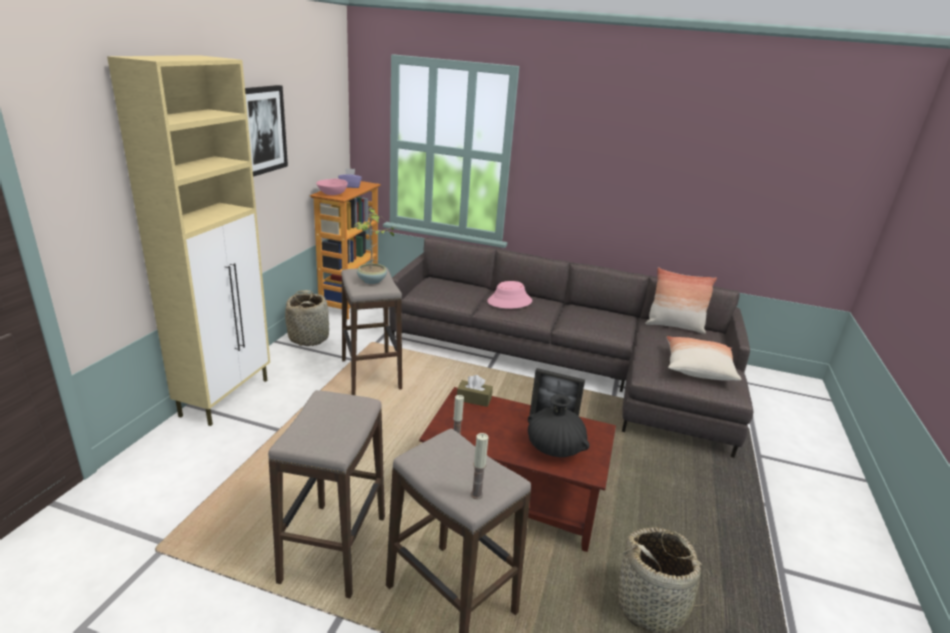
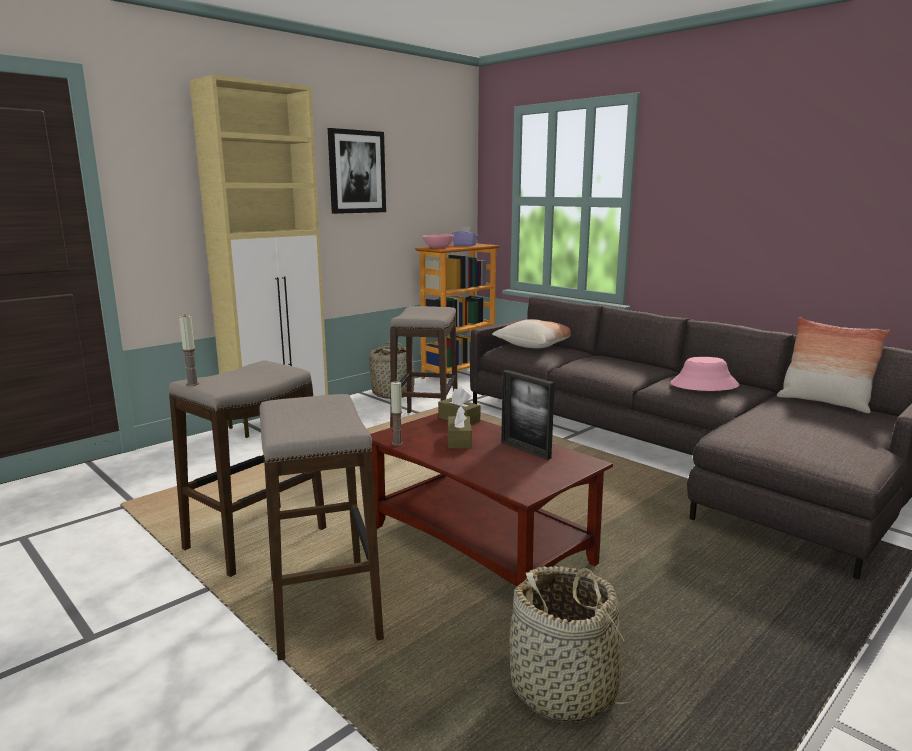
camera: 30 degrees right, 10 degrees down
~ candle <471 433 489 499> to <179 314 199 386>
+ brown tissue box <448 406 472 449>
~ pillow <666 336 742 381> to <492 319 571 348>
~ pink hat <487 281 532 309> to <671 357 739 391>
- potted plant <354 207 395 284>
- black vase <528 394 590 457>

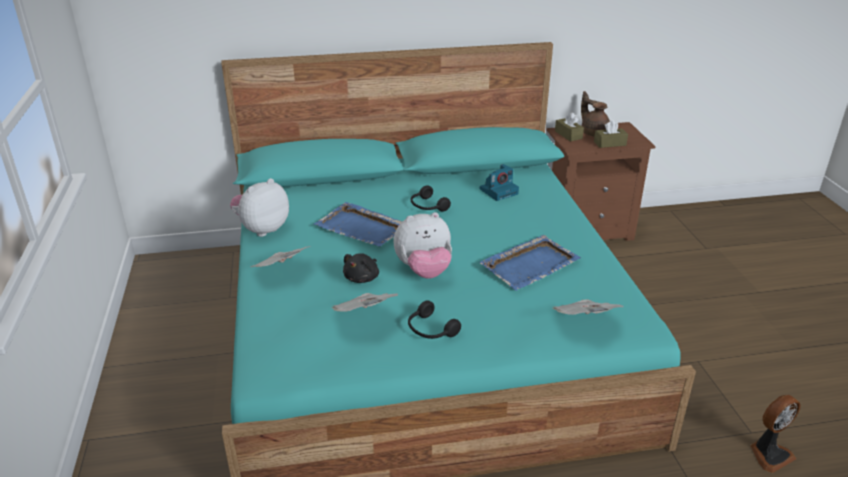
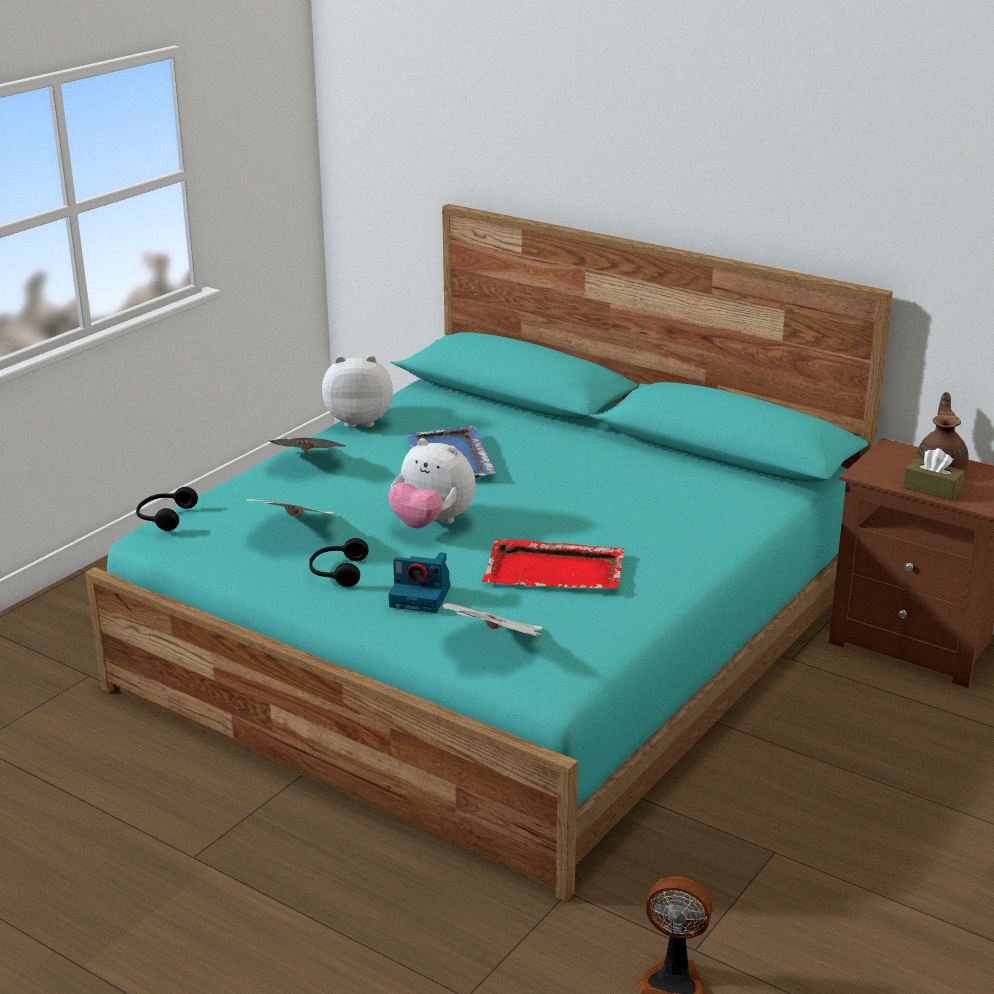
camera: 45 degrees right, 5 degrees down
~ black headphones <411 185 451 212> to <136 487 198 531>
~ photo camera <480 164 519 201> to <389 553 451 613>
~ blue tray <479 235 581 291> to red tray <482 539 624 588>
- black plush toy <343 253 379 283>
- brown tissue box <555 112 584 141>

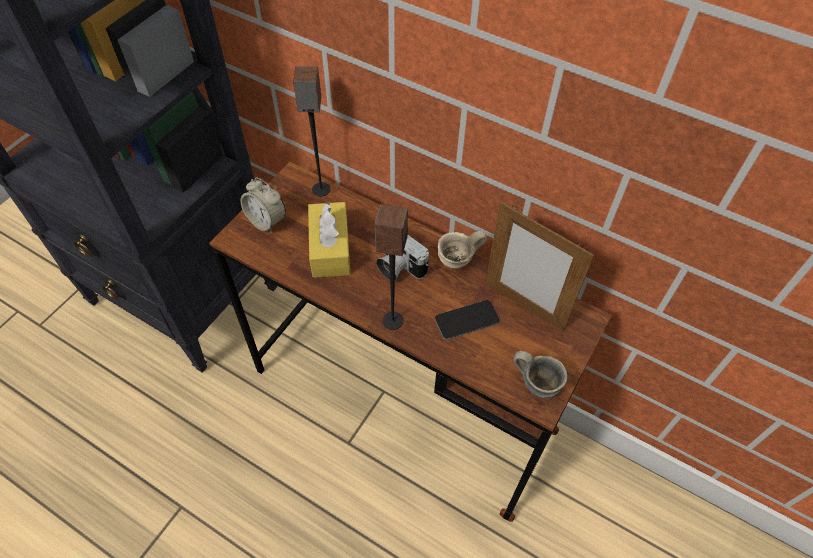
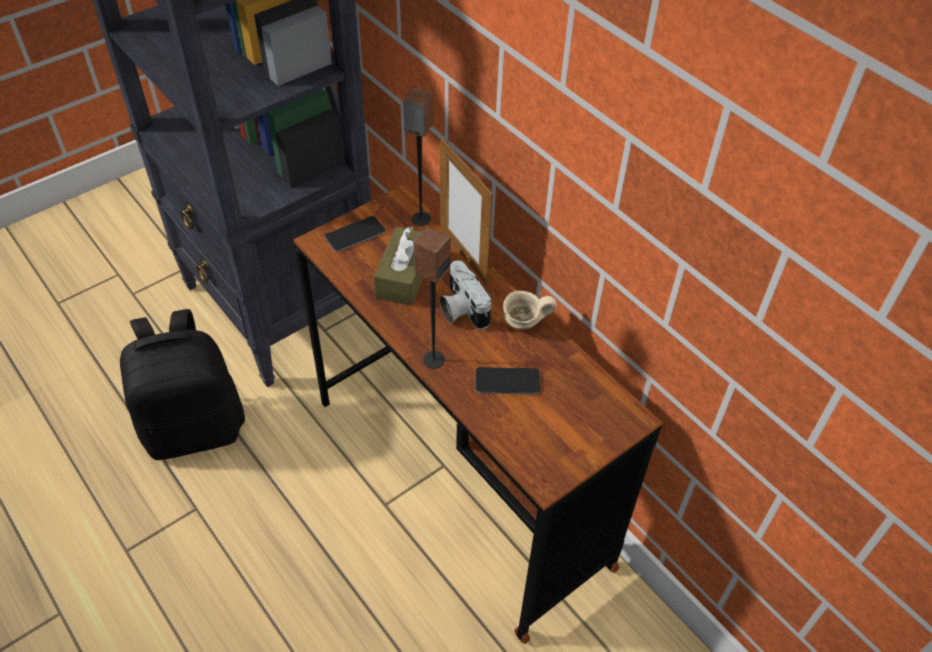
camera: 20 degrees right, 5 degrees down
+ black backpack <120 309 245 460>
~ alarm clock <240 177 286 233> to phone <325 216 385 252>
~ yellow tissue box <308 202 350 278> to brown tissue box <373 227 424 306>
~ picture frame <485 202 594 331> to <440 137 493 285>
- grey mug <514 351 567 398>

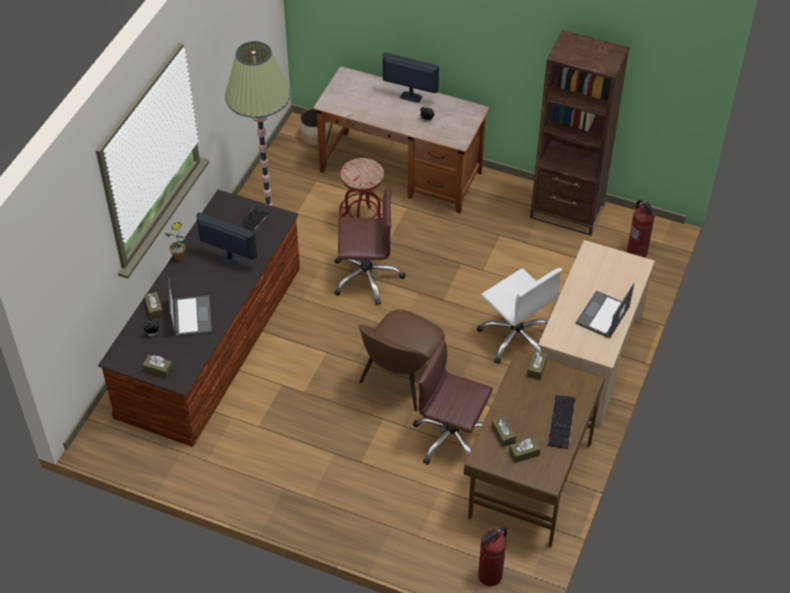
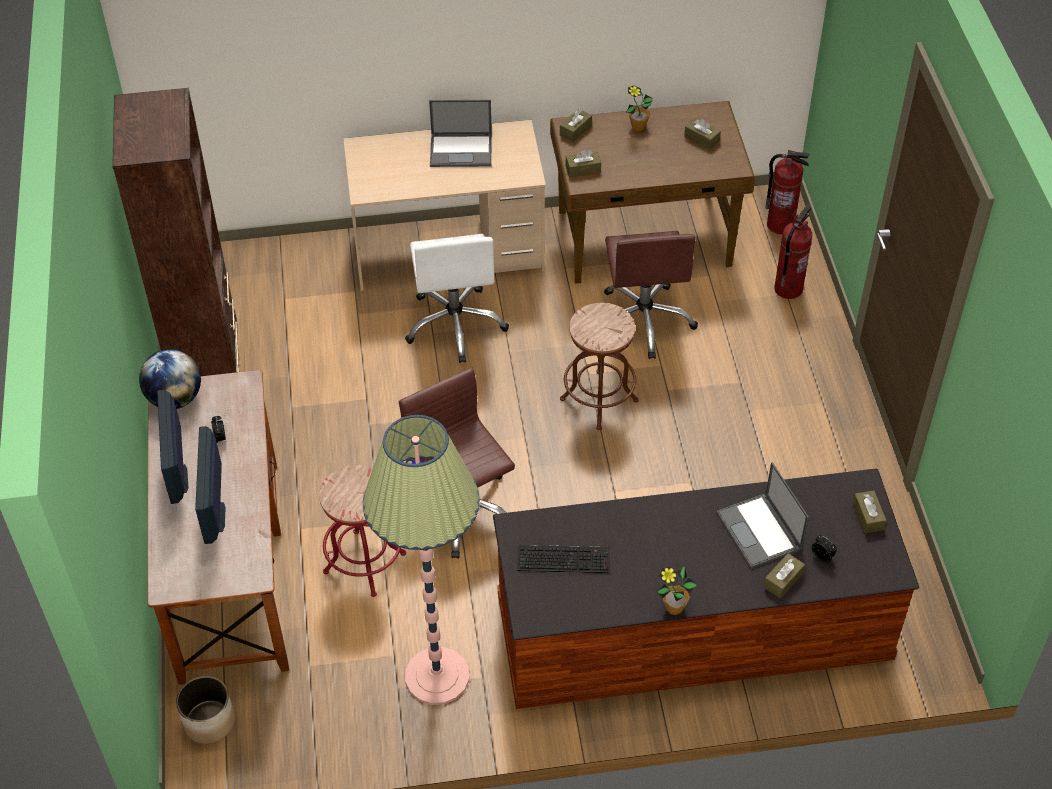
camera: 120 degrees left, 0 degrees up
+ globe <139 349 201 409>
~ monitor <196 212 257 267> to <195 426 226 544>
~ white office chair <477 268 562 364> = <405 234 509 363> 150 degrees clockwise
~ brown tissue box <492 416 516 447> to <560 109 592 142>
~ brown chair <359 310 446 411> to brown stool <560 303 639 430>
~ keyboard <548 395 576 449> to potted plant <626 85 653 131>
~ laptop <168 278 212 337> = <716 462 809 568> 75 degrees counterclockwise
~ fire extinguisher <627 200 655 258> to <774 204 812 299>

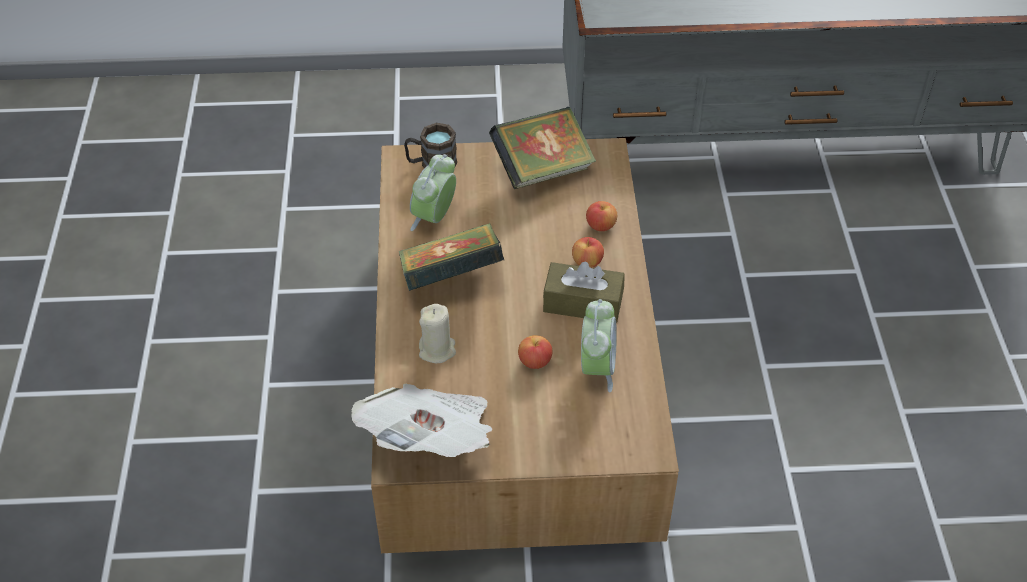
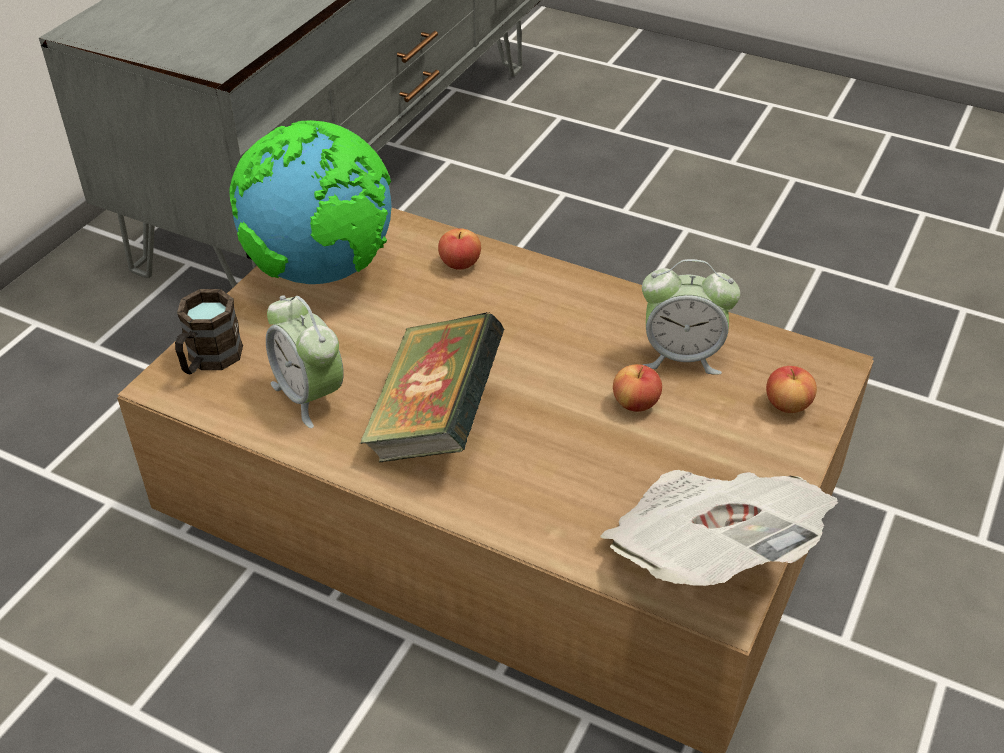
camera: 60 degrees left, 5 degrees down
~ book <489 107 596 189> to globe <229 120 392 284>
~ alarm clock <581 299 617 392> = <642 259 740 375> 150 degrees clockwise
~ apple <572 237 604 268> to <766 366 817 413>
- beige candle <419 304 456 363>
- brown tissue box <543 262 625 323>

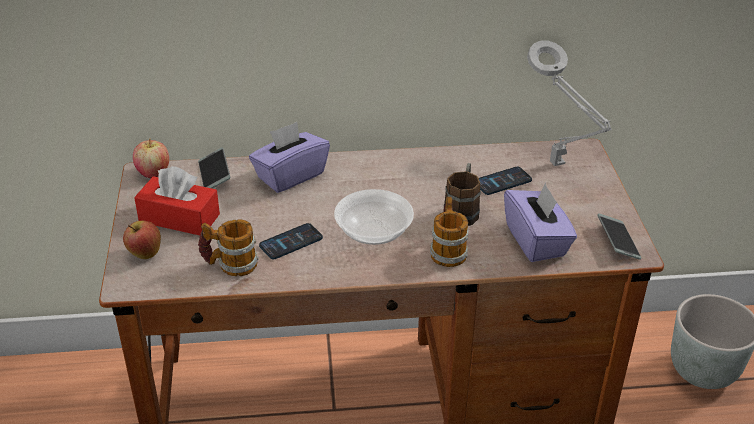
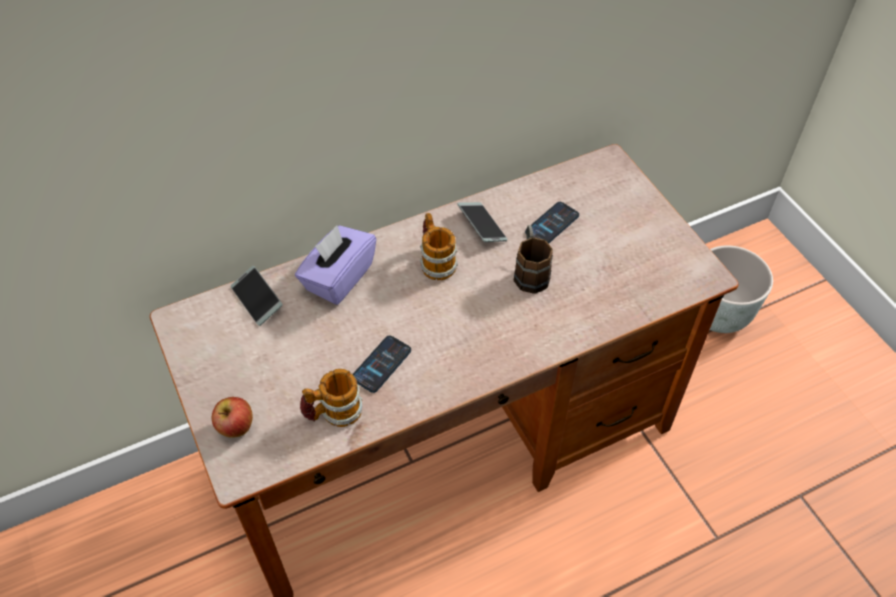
camera: 20 degrees left, 15 degrees up
~ mug <430 197 469 267> to <420 213 458 280>
~ phone <597 213 641 260> to <457 202 507 242>
- apple <133 138 169 178>
- red tissue box <134 166 220 235>
- bowl <334 189 414 245>
- purple tissue box <504 183 577 262>
- grey table lamp <527 41 612 166>

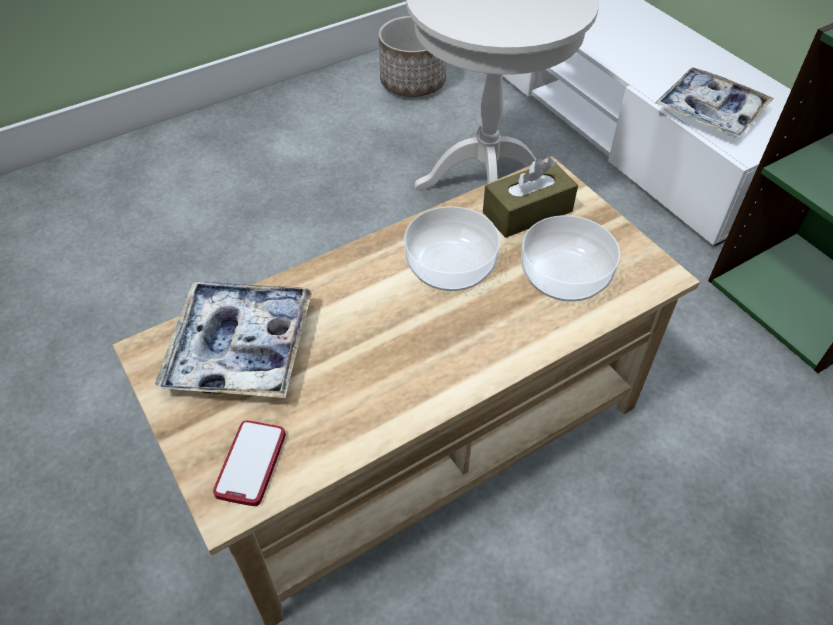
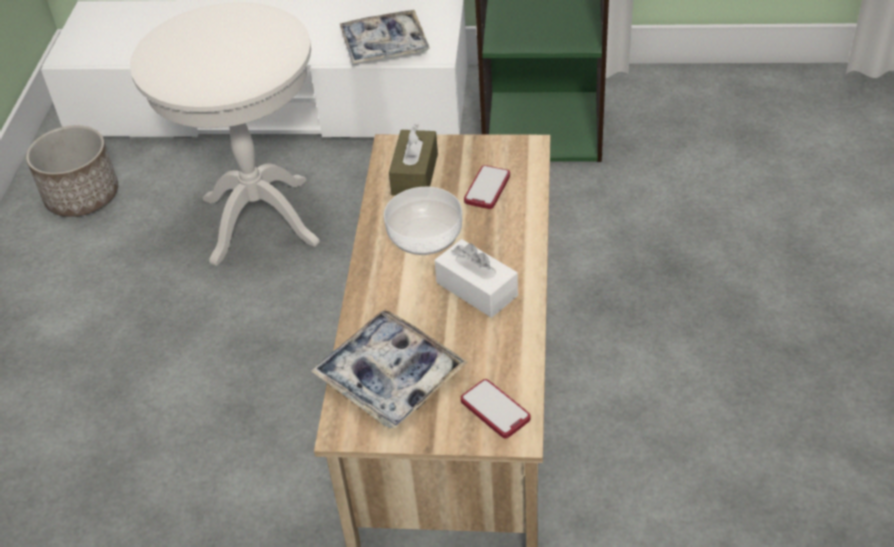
camera: 50 degrees left, 5 degrees down
+ white tissue box <435 239 518 318>
~ bowl <521 215 620 302> to phone <464 165 510 209>

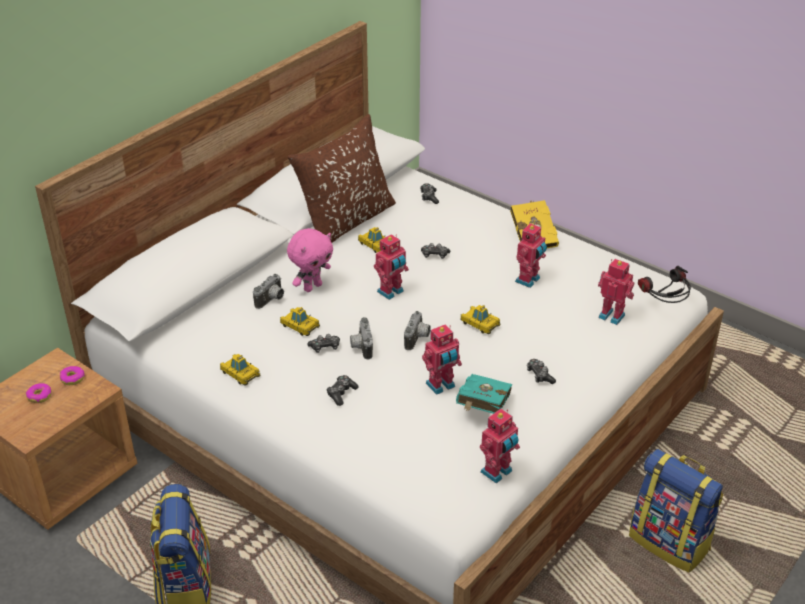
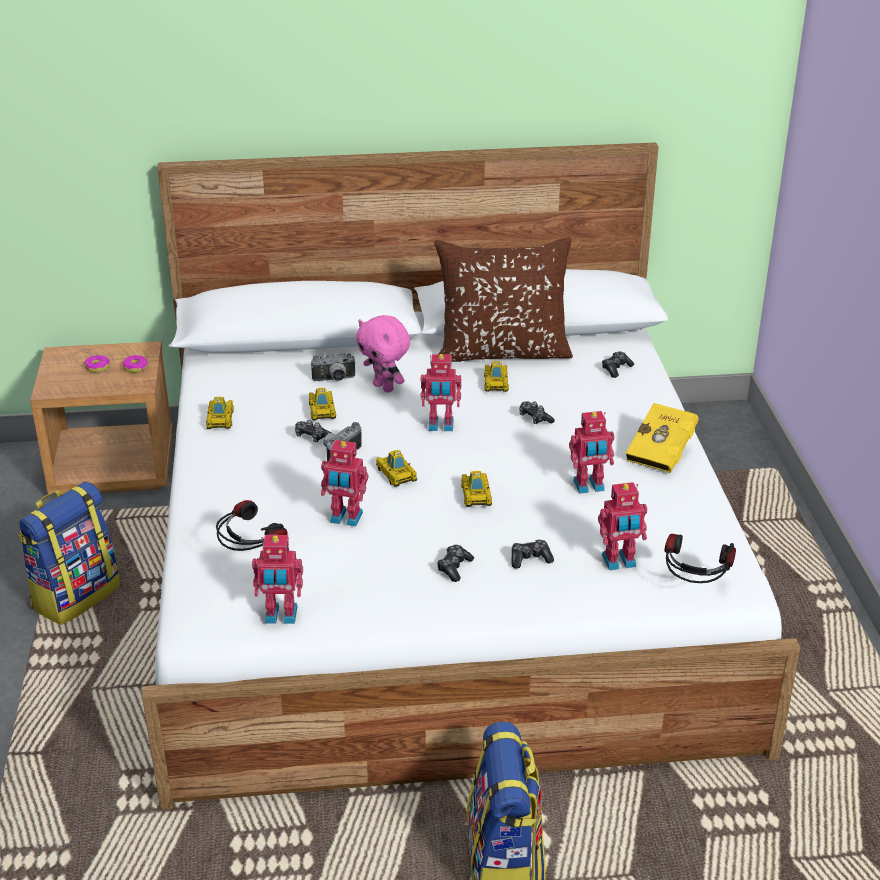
camera: 45 degrees right, 5 degrees down
+ headphones <216 500 288 551>
~ pink plush toy <287 228 333 292> = <356 315 410 393> 45 degrees clockwise
~ photo camera <404 311 431 350> to toy car <376 450 417 487>
~ game controller <327 375 359 406> to <512 539 554 569>
~ toy robot <598 259 634 325> = <598 482 647 570> 90 degrees clockwise
- turquoise book <456 374 512 414>

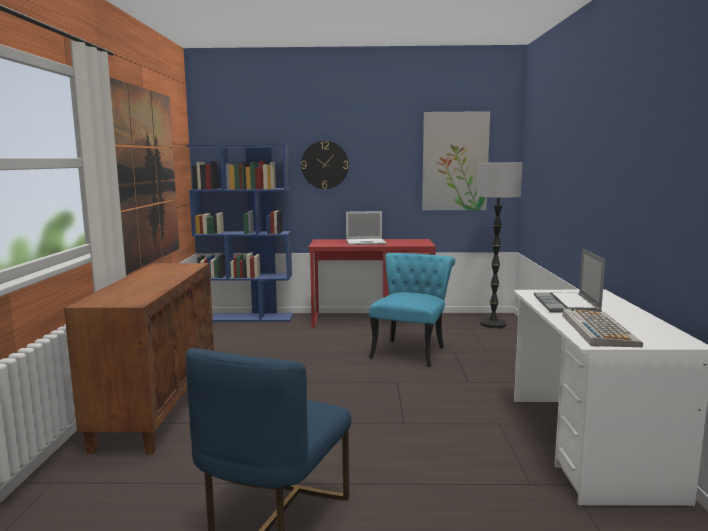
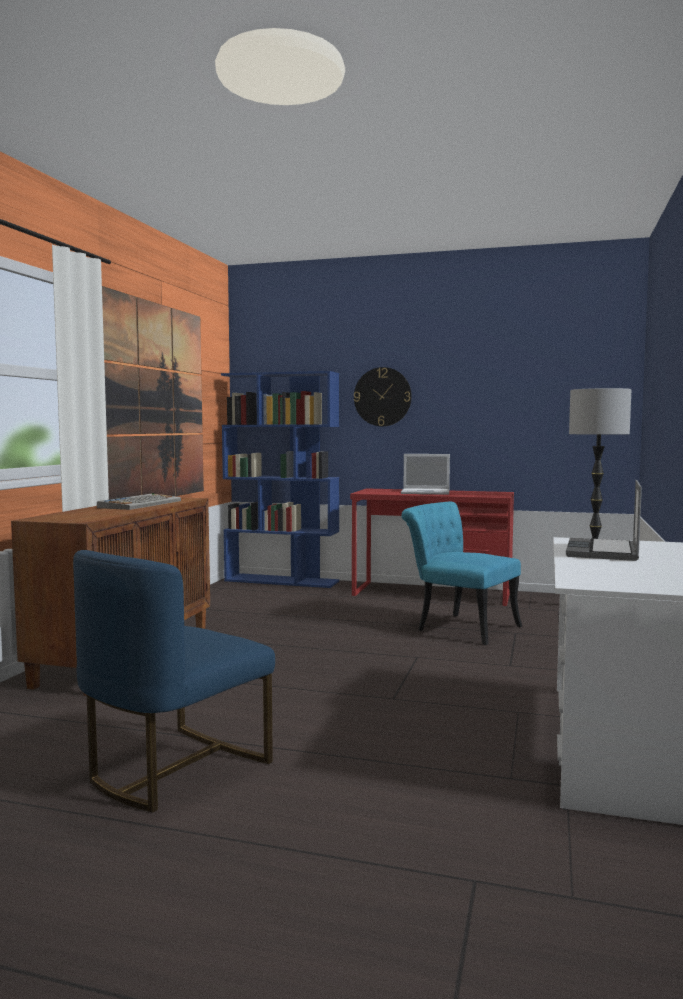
camera: 15 degrees right, 5 degrees down
~ keyboard <562 309 643 347> to <97 493 181 510>
~ turquoise chair <369 253 456 367> = <401 502 522 645> 90 degrees counterclockwise
- picture <422 111 490 210>

